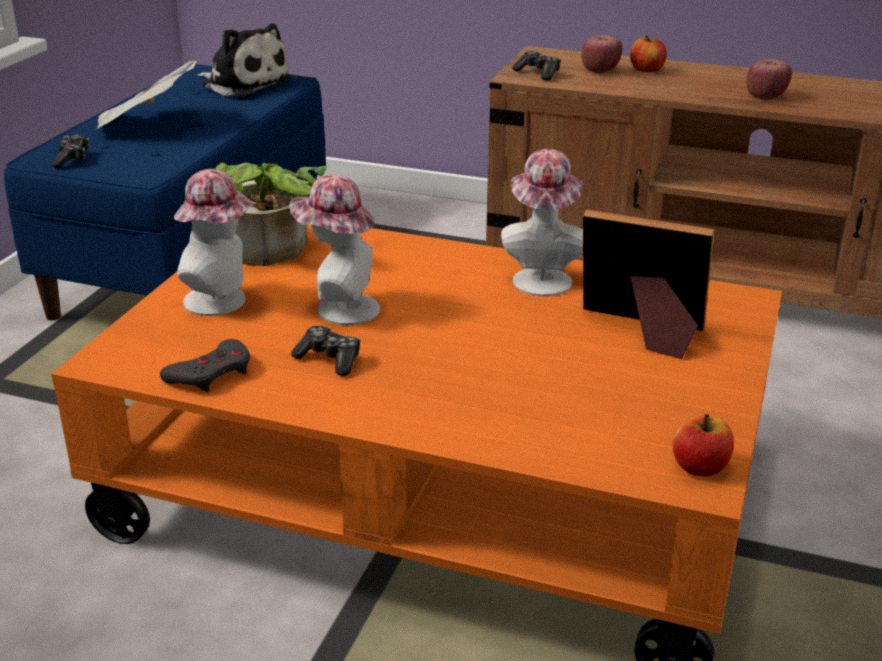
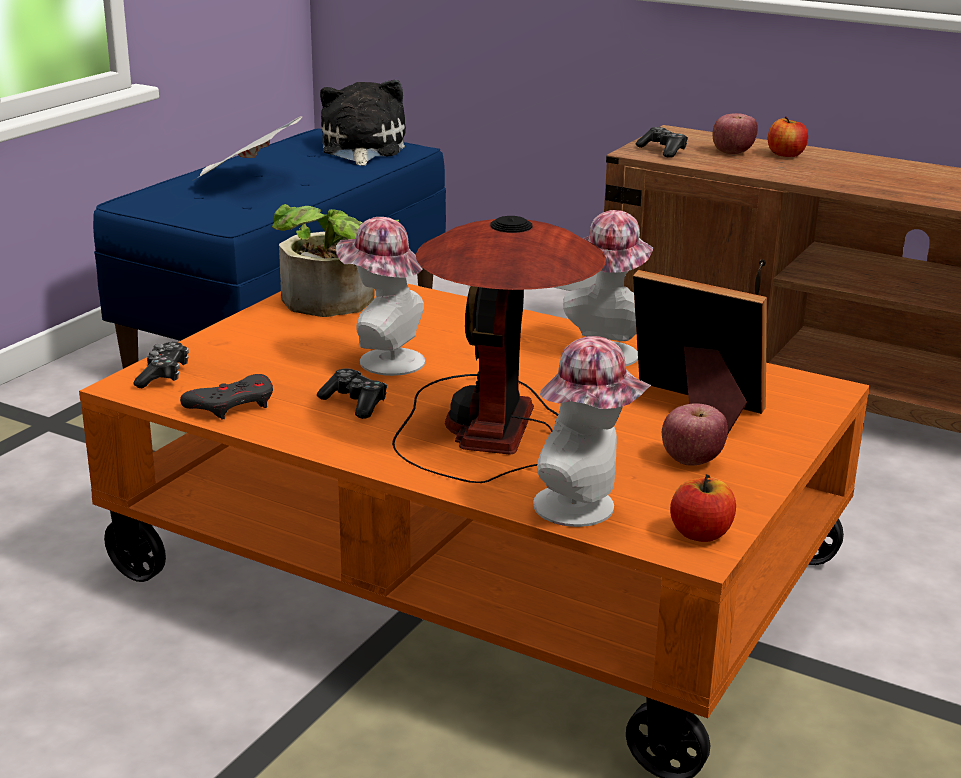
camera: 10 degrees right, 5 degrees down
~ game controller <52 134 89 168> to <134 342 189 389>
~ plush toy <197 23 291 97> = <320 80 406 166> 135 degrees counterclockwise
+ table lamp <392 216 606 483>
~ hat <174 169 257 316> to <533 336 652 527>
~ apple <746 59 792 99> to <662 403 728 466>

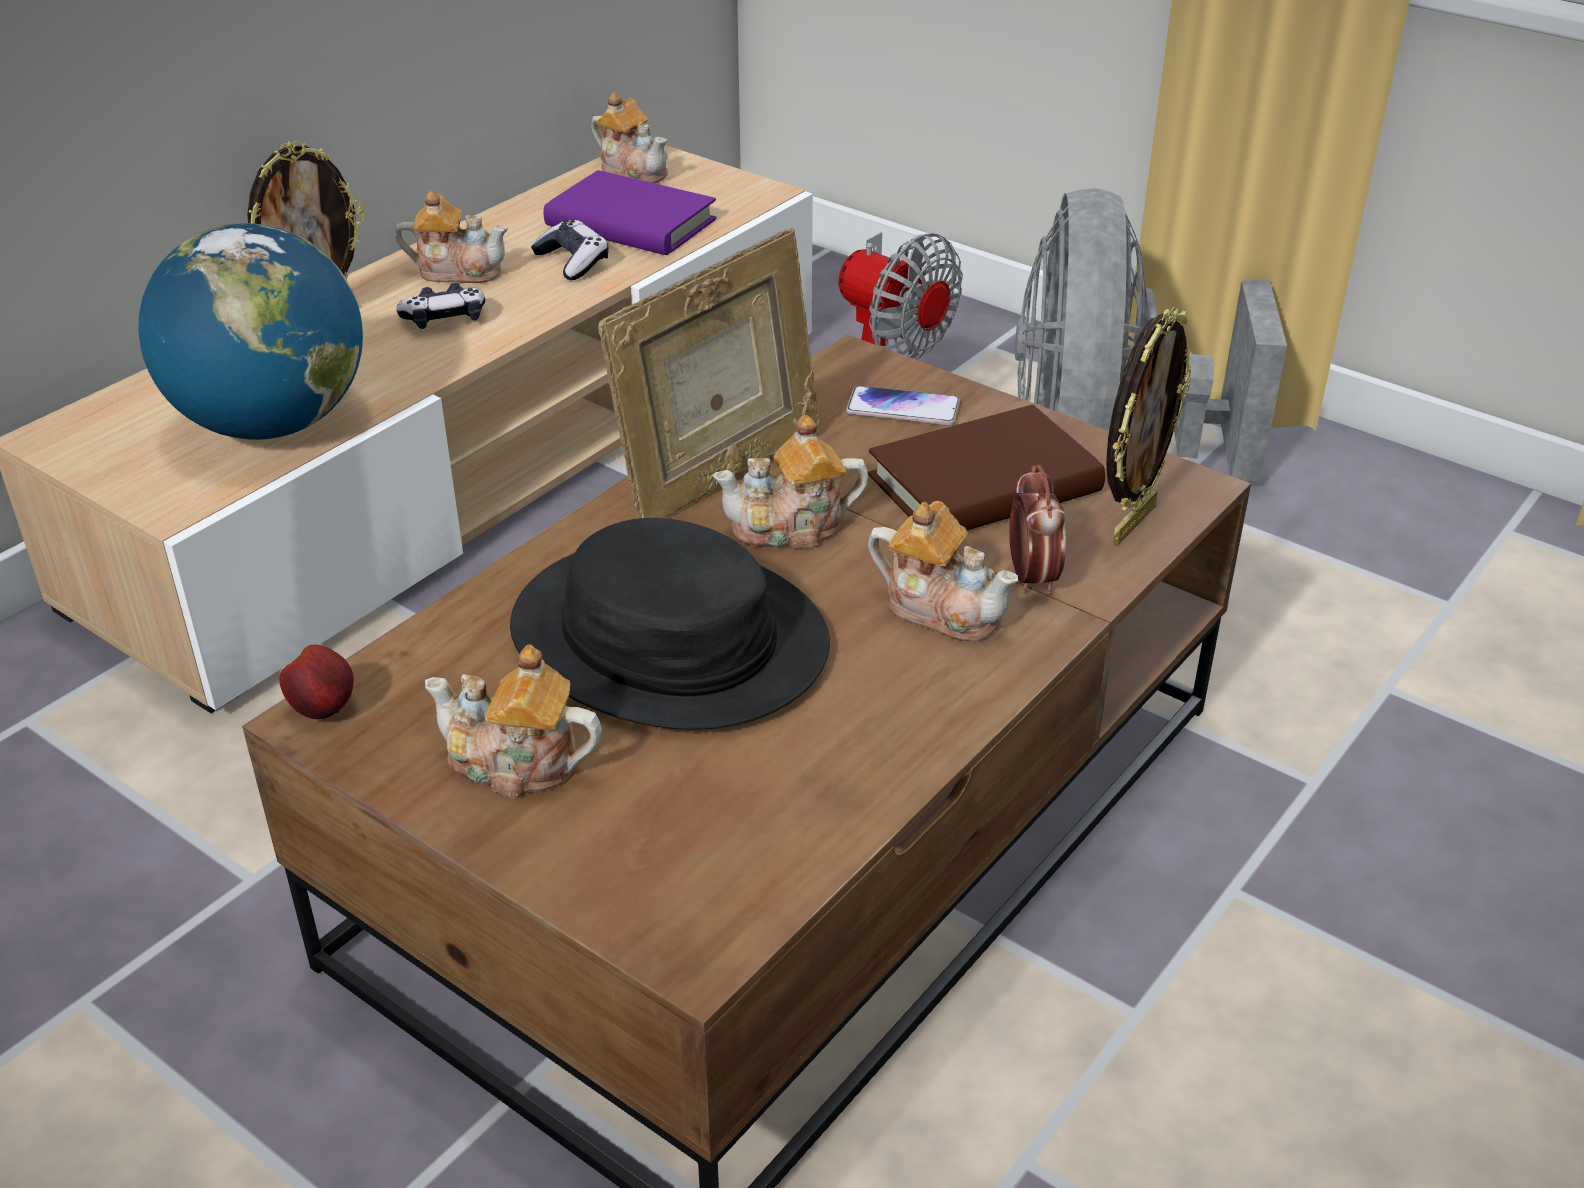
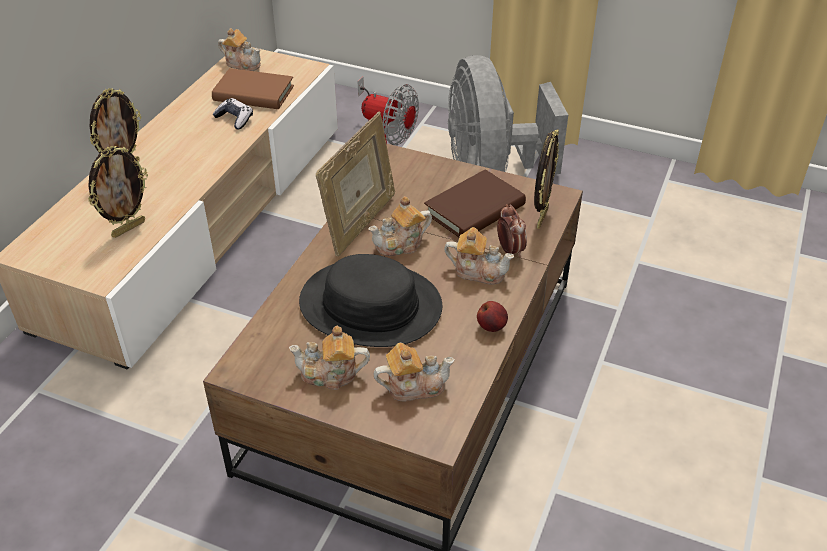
camera: 15 degrees left, 5 degrees up
~ globe <138 223 363 440> to picture frame <88 146 148 238>
~ purple book <544 170 716 255> to brown book <212 68 294 109>
~ teapot <395 190 508 283> to <373 343 455 401>
~ apple <279 645 354 719> to <477 301 508 332>
- game controller <396 283 485 329>
- phone <846 386 960 426>

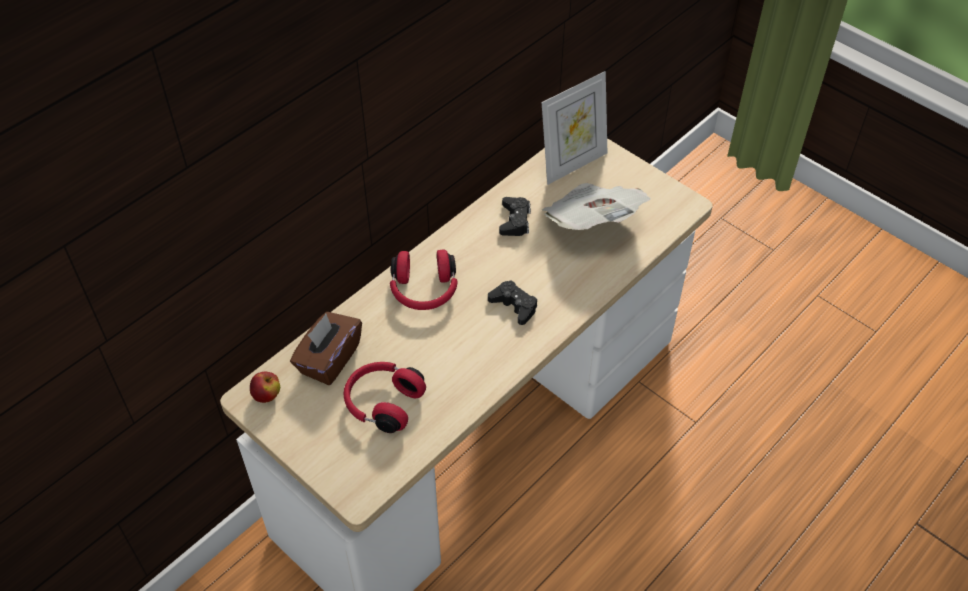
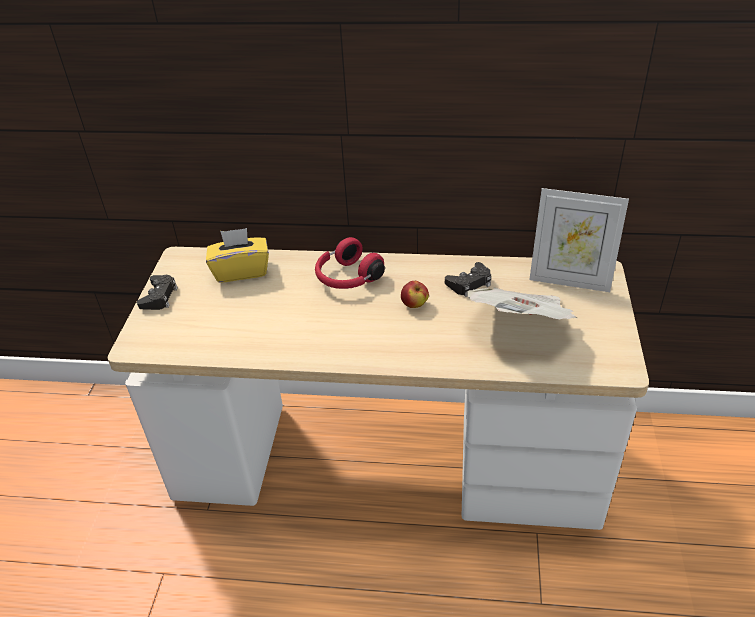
camera: 55 degrees right, 10 degrees down
~ black game controller <488 280 537 325> to <137 275 178 310>
~ brown tissue box <290 312 362 385> to yellow tissue box <206 228 269 283>
~ apple <250 372 280 403> to <401 281 429 308>
- red headphones <344 362 426 433>

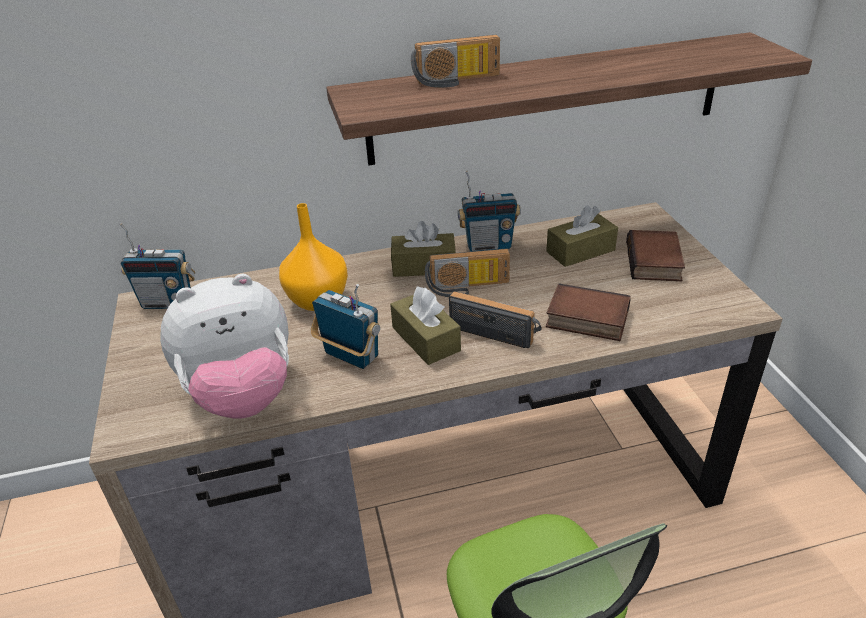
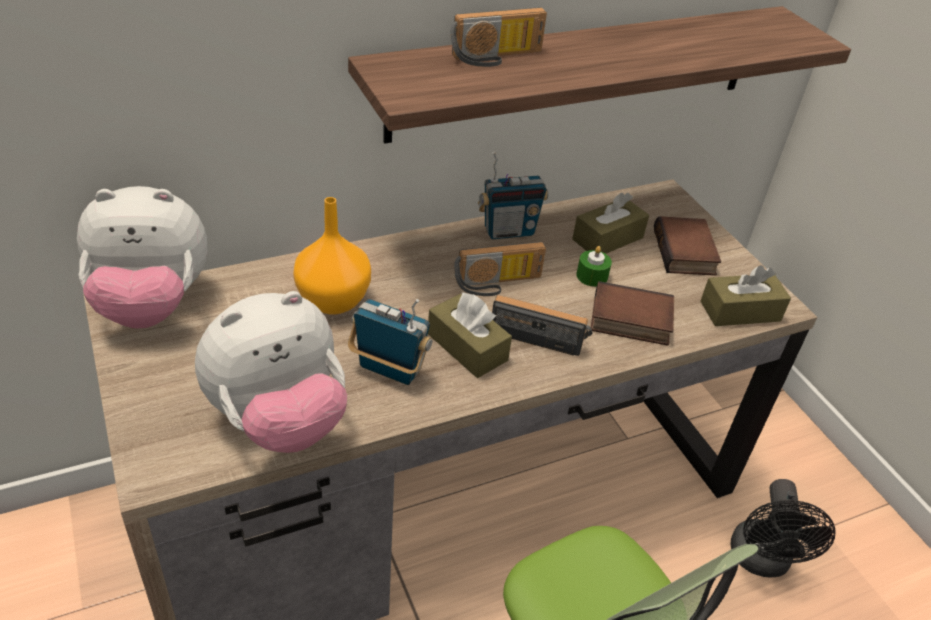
camera: 15 degrees left, 5 degrees up
~ radio <120 223 195 309> to plush toy <77 186 207 329>
+ green candle <576 246 612 287>
~ brown tissue box <391 221 456 277> to <701 265 791 326>
+ black fan <731 479 836 578>

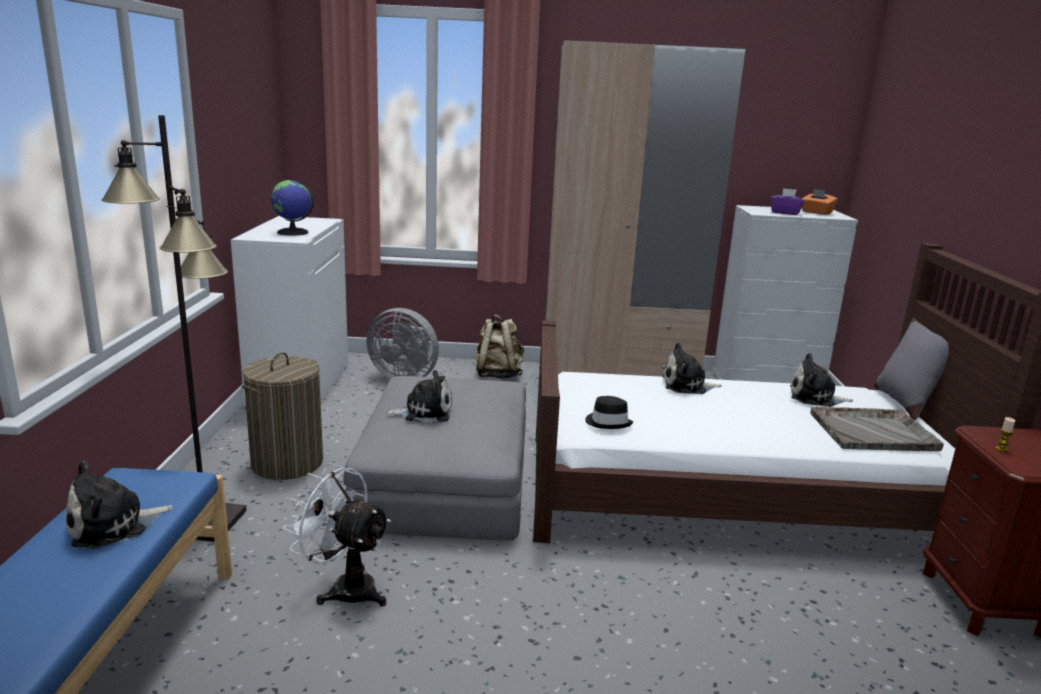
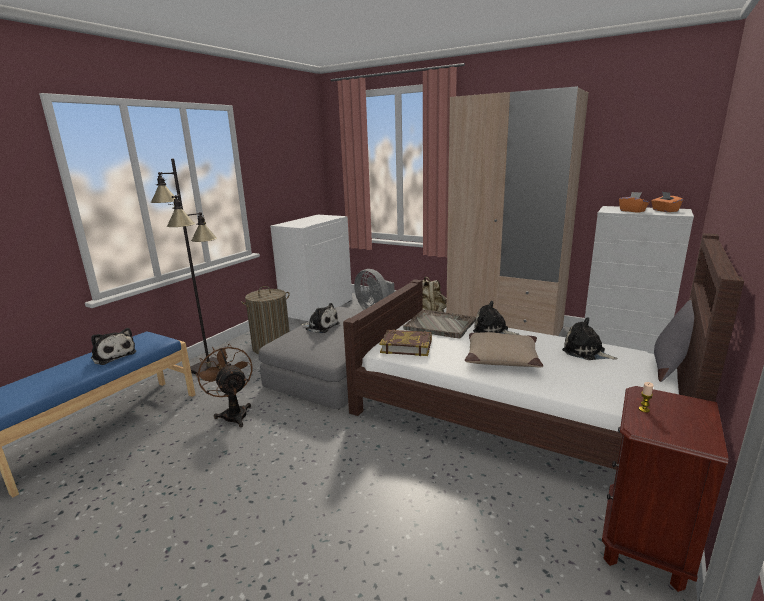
camera: 30 degrees right, 0 degrees up
~ plush toy <66 461 173 549> = <91 328 136 365> 135 degrees counterclockwise
~ white fan <283 463 391 607> to brown fan <196 344 252 427>
~ black hat <585 396 633 429> to book <379 329 432 356>
~ grey tray <810 407 944 451> to <403 309 476 339>
+ beige pillow <465 332 543 368>
~ purple tissue box <771 188 804 215> to orange tissue box <619 192 649 213>
- globe <271 180 314 236>

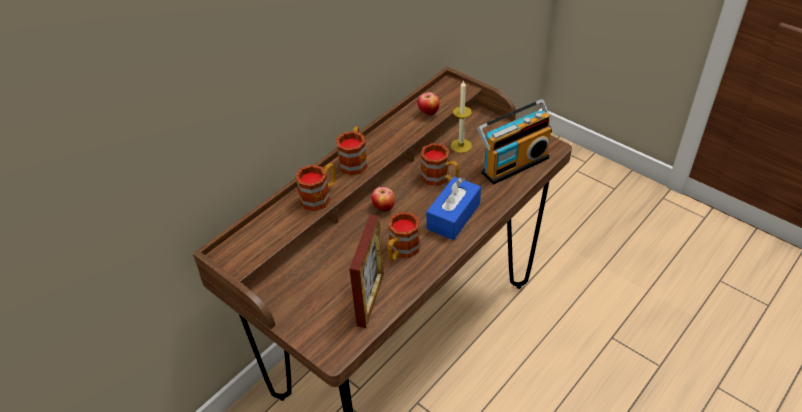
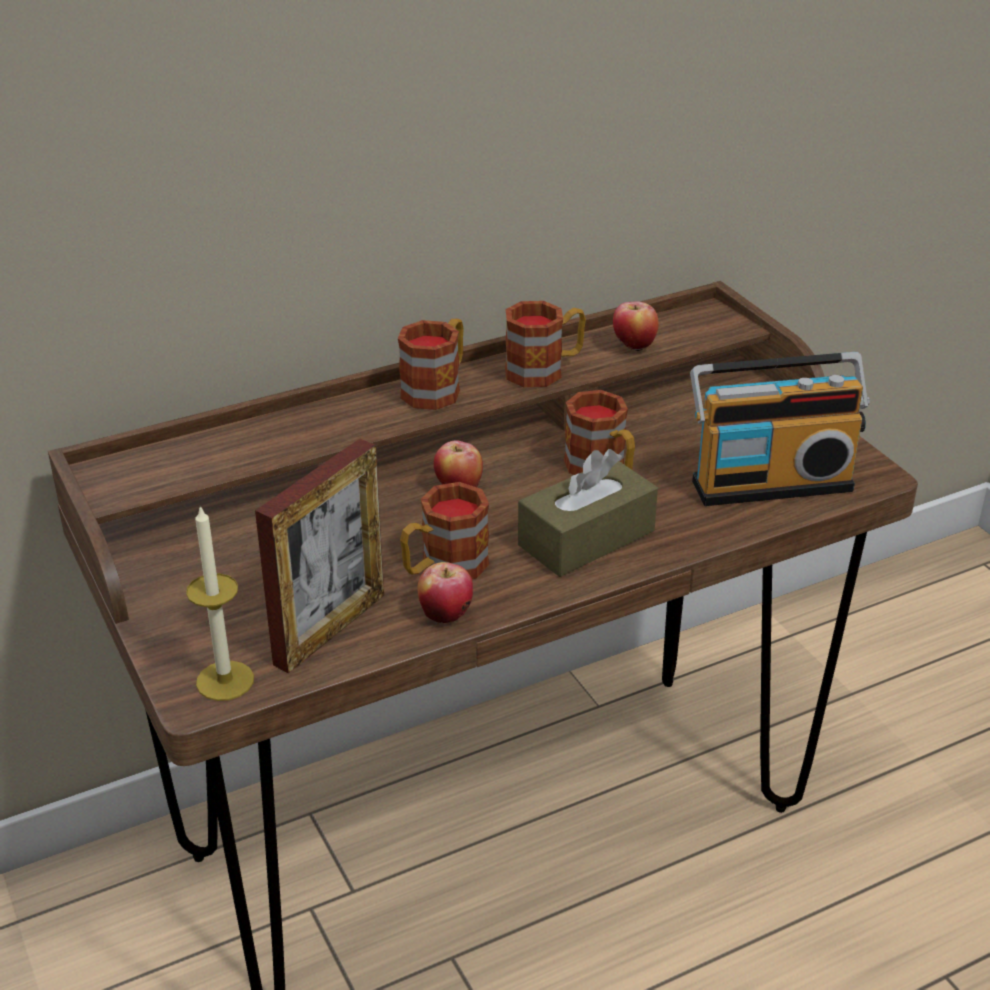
camera: 20 degrees right, 10 degrees down
~ candle <451 80 472 153> to <186 506 254 701>
+ apple <417 562 473 623>
~ mug <295 163 335 211> to <505 301 586 387>
~ blue tissue box <426 177 481 240> to brown tissue box <518 449 658 577>

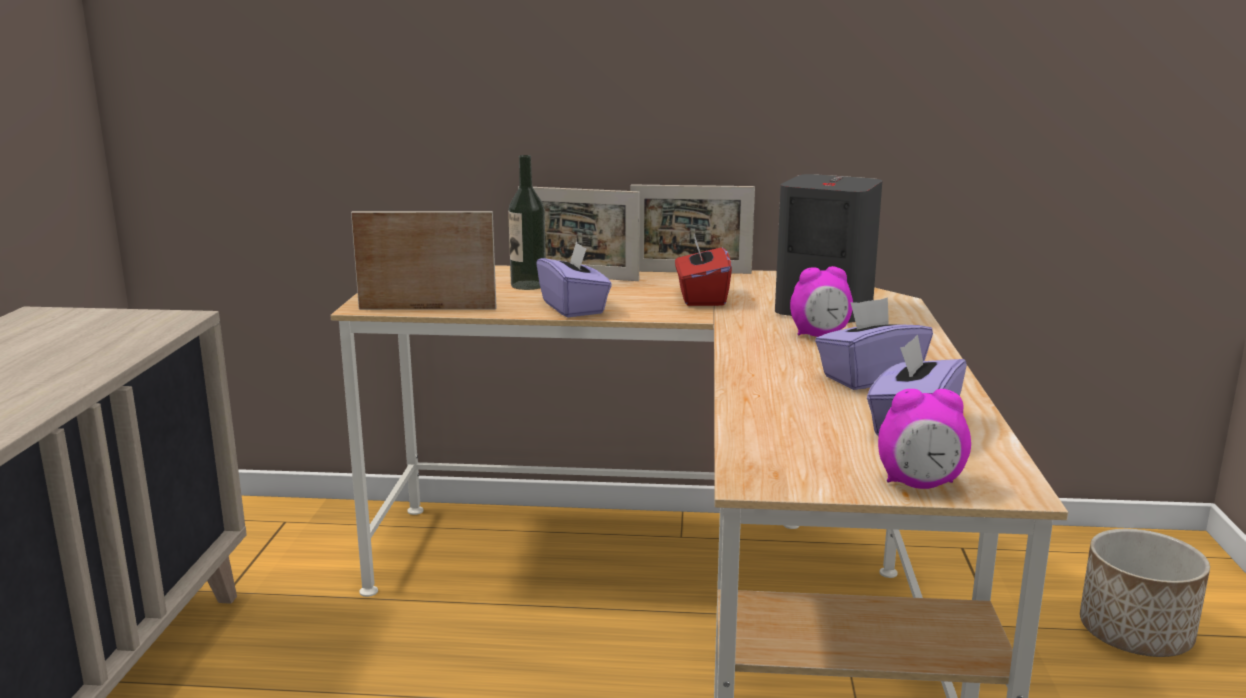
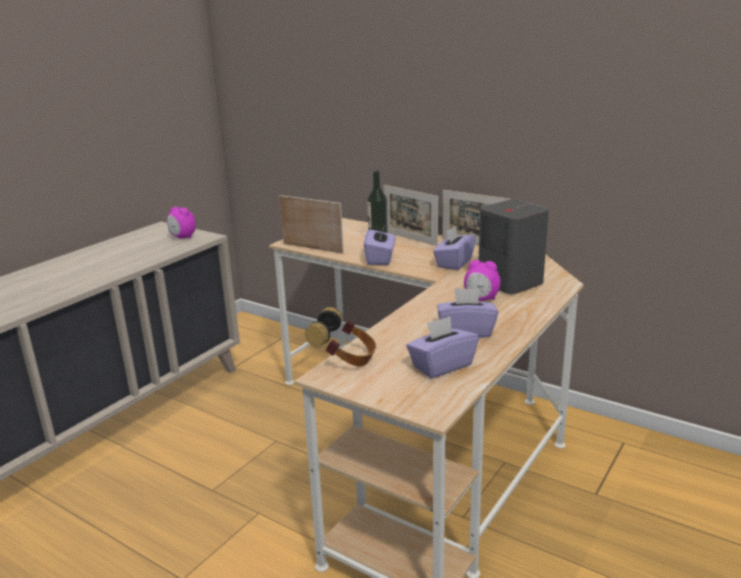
camera: 30 degrees right, 5 degrees up
~ alarm clock <878 389 971 489> to <167 206 196 239>
+ headphones <305 307 376 367>
~ red tissue box <675 234 732 306> to purple tissue box <433 226 476 270>
- planter <1080 529 1210 657>

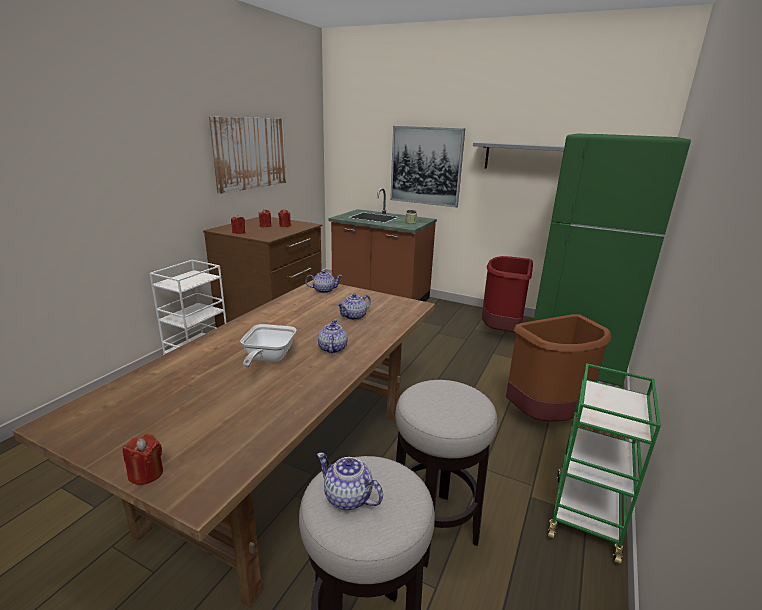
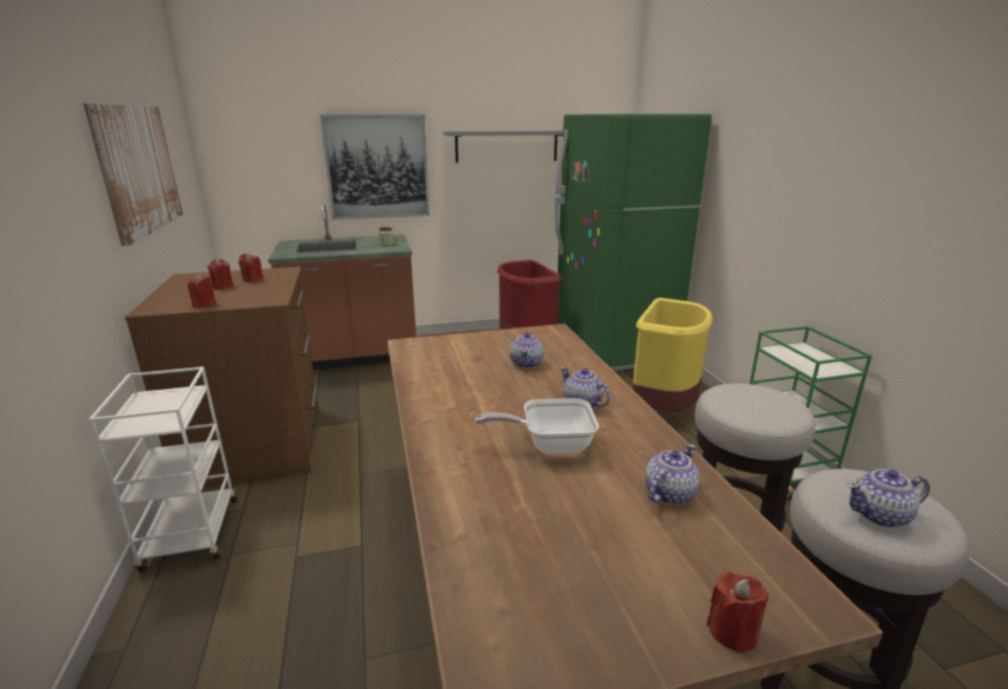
camera: 40 degrees left, 0 degrees up
~ frying pan <240 324 296 368> = <475 398 599 455> 120 degrees clockwise
~ brown trash can <506 314 611 421> to yellow trash can <632 298 713 412>
~ teapot <305 270 342 293> to <645 444 699 505>

